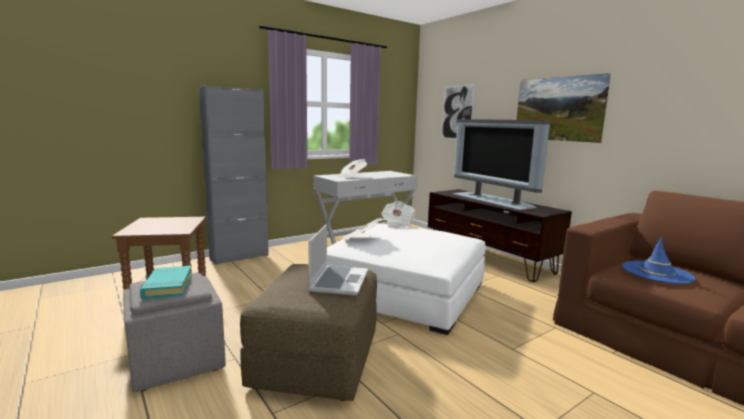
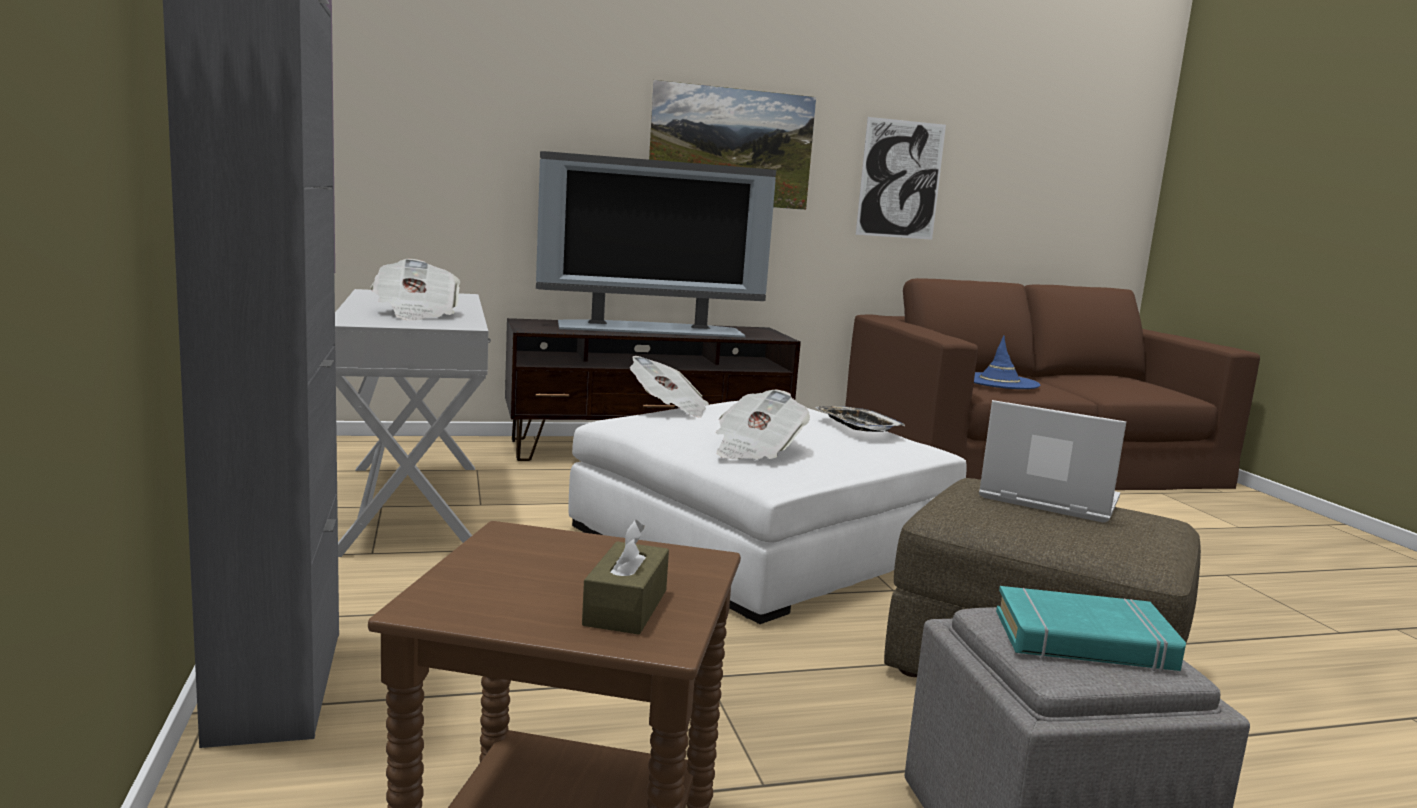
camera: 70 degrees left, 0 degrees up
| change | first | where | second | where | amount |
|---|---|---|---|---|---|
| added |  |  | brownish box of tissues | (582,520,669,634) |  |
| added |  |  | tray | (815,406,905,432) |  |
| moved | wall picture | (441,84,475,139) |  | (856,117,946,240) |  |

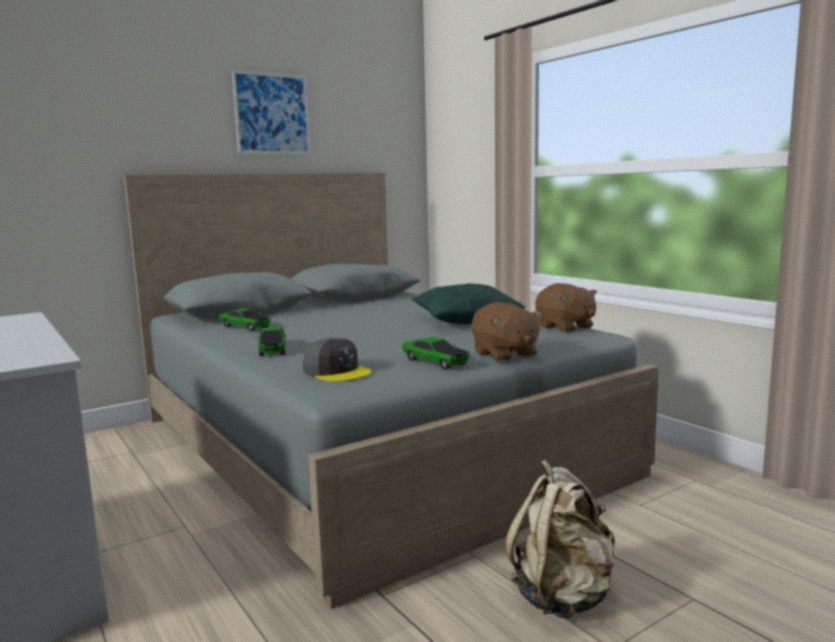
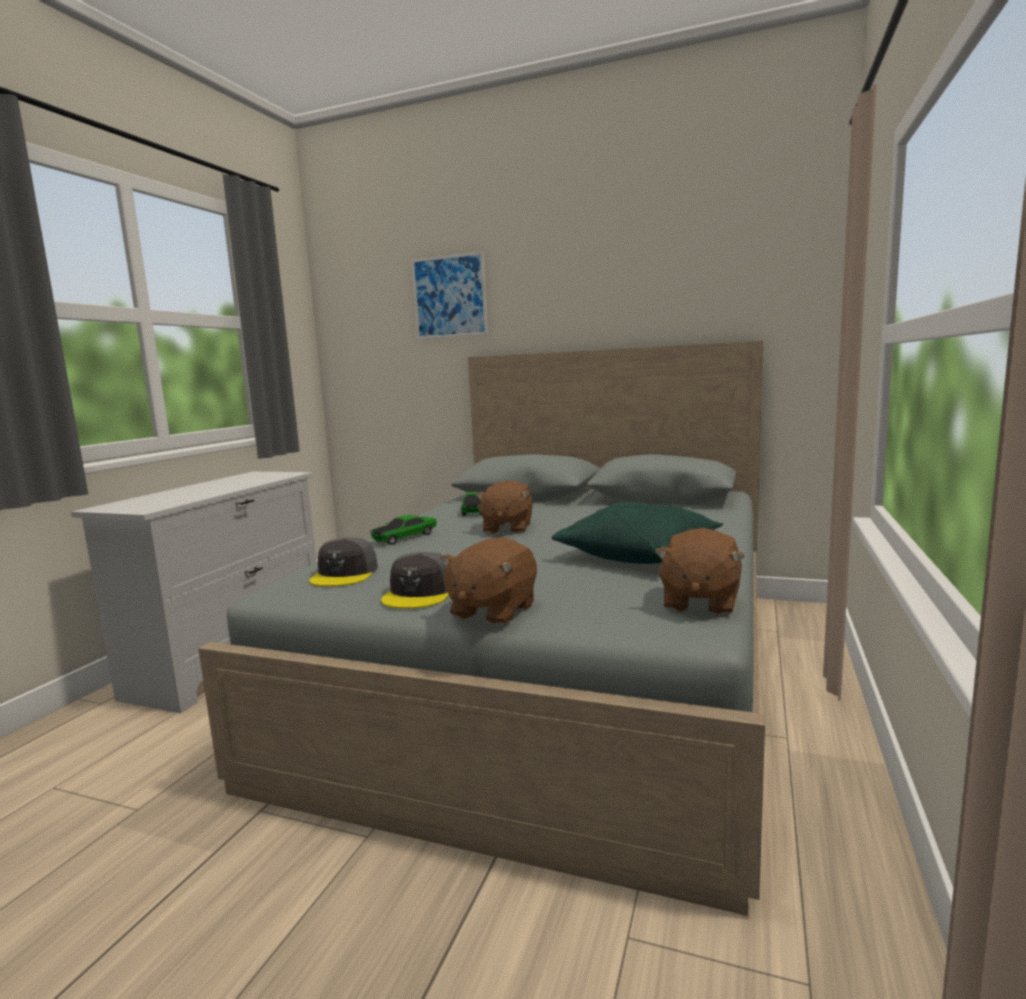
camera: 55 degrees right, 0 degrees up
| change | first | where | second | where | amount |
|---|---|---|---|---|---|
| replaced | toy car | (402,337,470,370) | grey peaked cap | (381,552,449,609) |  |
| moved | wall picture | (232,70,311,154) |  | (411,251,488,339) |  |
| added |  |  | brownish cuddly toy | (475,480,533,533) |  |
| removed | beige-coloured knapsack | (505,460,615,619) |  |  |  |

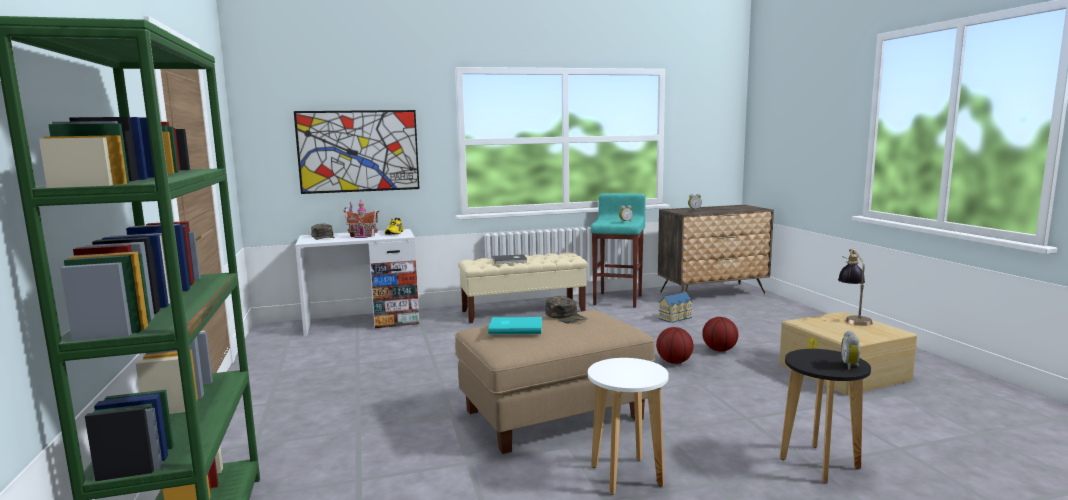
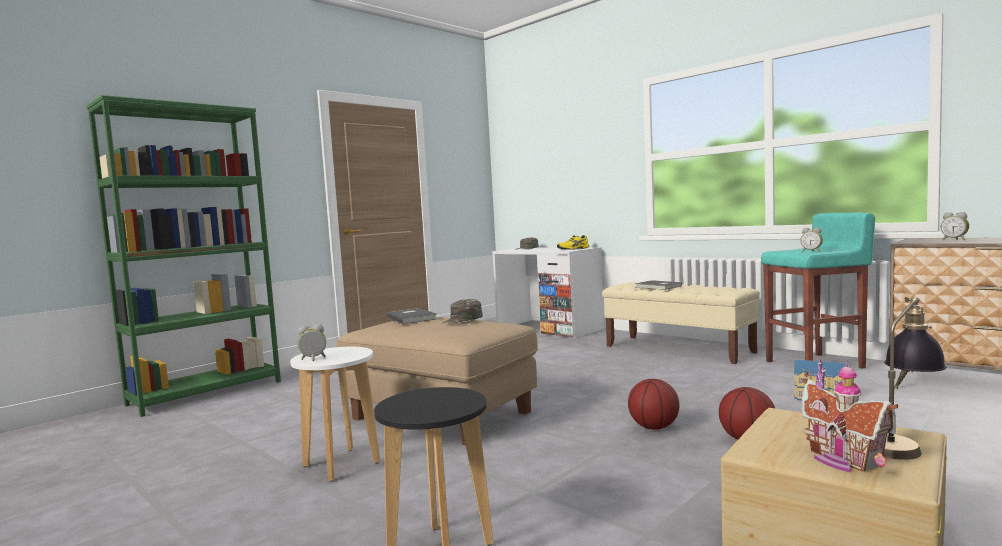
camera: 60 degrees right, 5 degrees down
| change | first | where | second | where | amount |
|---|---|---|---|---|---|
| moved | alarm clock | (841,331,860,370) |  | (298,324,326,361) |  |
| recoloured | turquoise bound book | (488,317,542,334) | grey bound book | (387,308,437,324) |  |
| moved | model house | (343,200,379,238) |  | (802,360,898,473) |  |
| removed | wall picture | (294,110,420,194) |  |  |  |

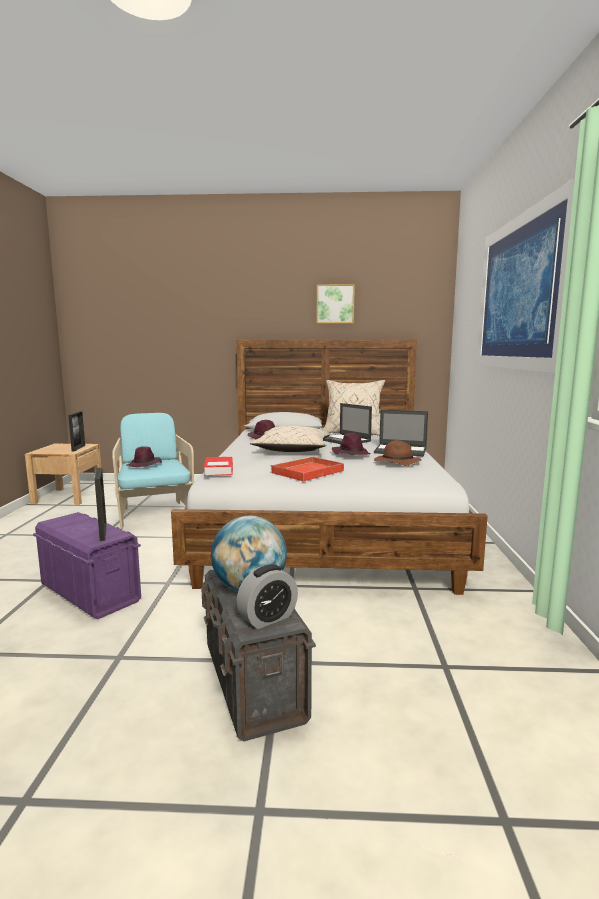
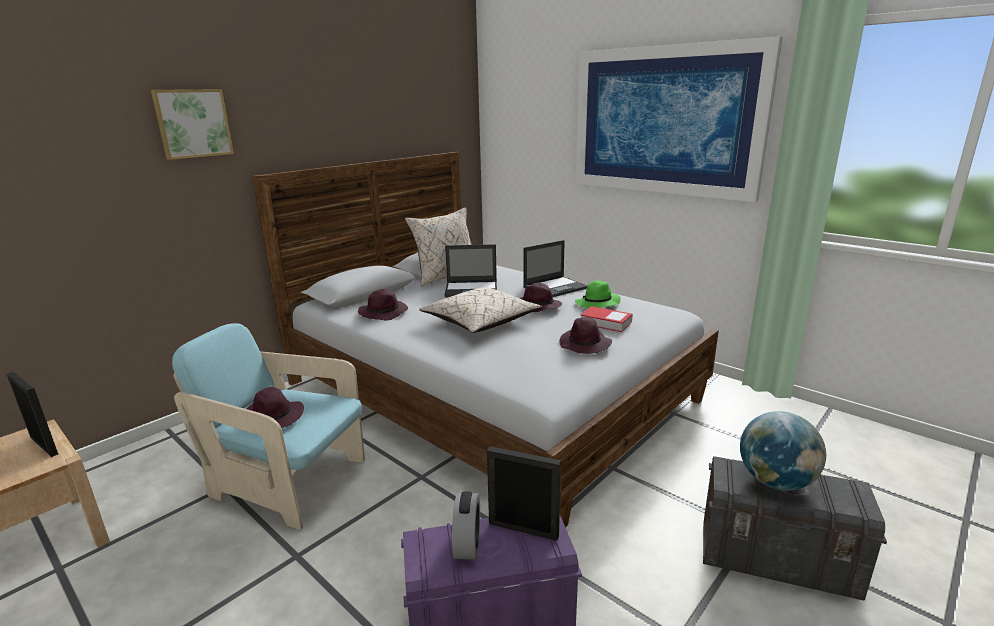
camera: 50 degrees left, 10 degrees up
| change | first | where | second | where | amount |
|---|---|---|---|---|---|
| moved | wall picture | (316,284,355,324) |  | (151,89,234,160) |  |
| moved | alarm clock | (237,564,298,629) |  | (452,491,480,560) |  |
| replaced | red tray | (270,456,344,482) | purplish clothing hat | (559,317,612,354) |  |
| recoloured | brownish clothing hat | (374,440,422,466) | green clothing hat | (575,280,621,308) |  |
| moved | bound book | (204,457,233,476) |  | (581,306,633,332) |  |

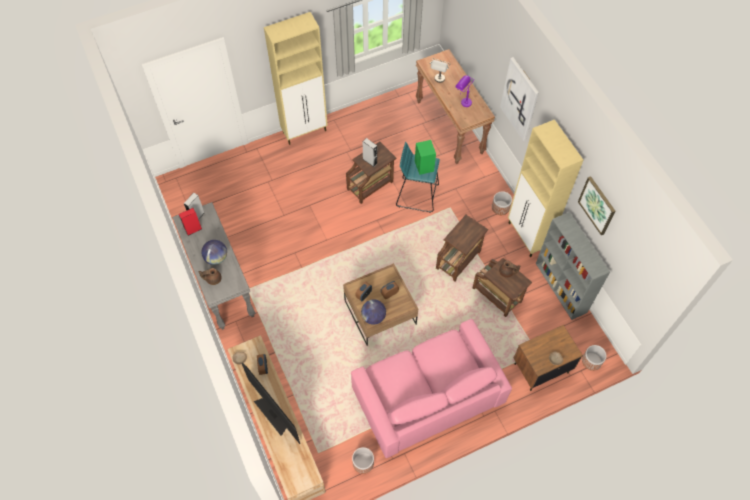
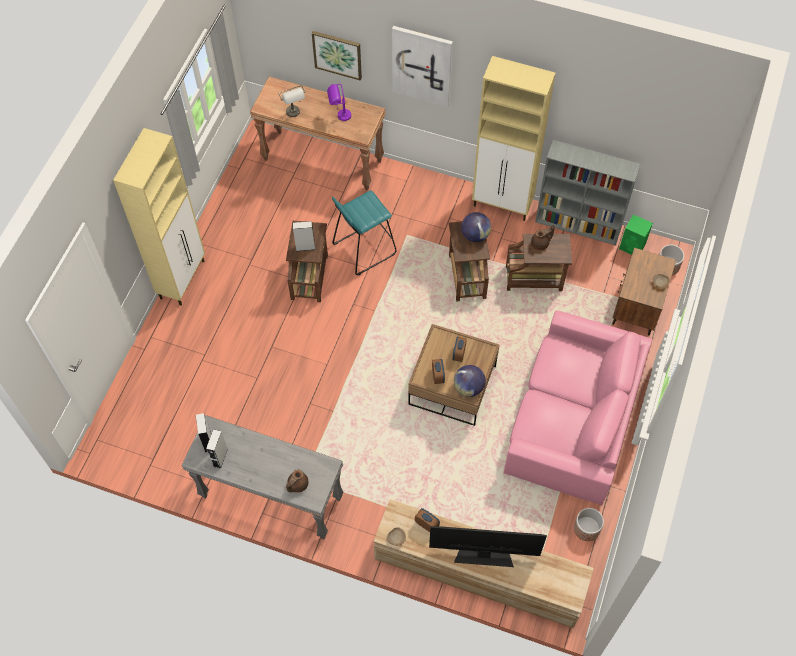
camera: 45 degrees left, 0 degrees up
| change | first | where | second | where | amount |
|---|---|---|---|---|---|
| recoloured | red loudspeaker | (179,208,202,236) | grey loudspeaker | (206,429,228,469) |  |
| moved | wall picture | (578,176,615,235) |  | (312,31,362,80) |  |
| moved | world globe | (201,240,227,265) |  | (461,212,491,242) |  |
| moved | green loudspeaker | (415,140,436,175) |  | (619,214,653,255) |  |
| removed | plant pot | (492,191,512,215) |  |  |  |

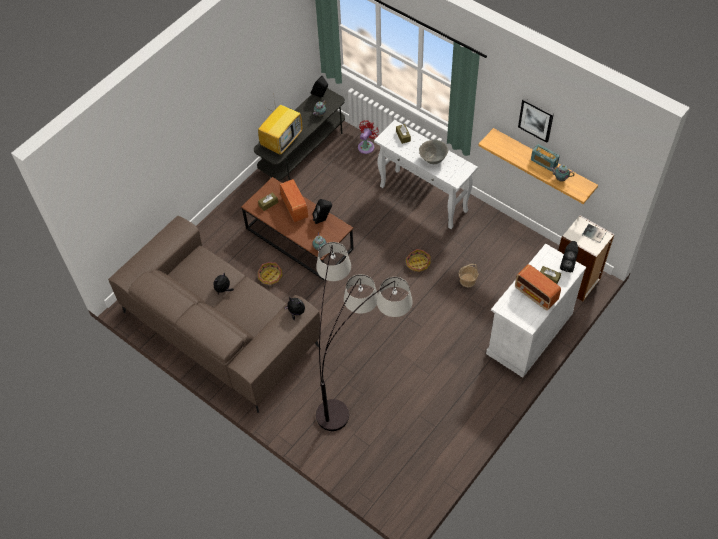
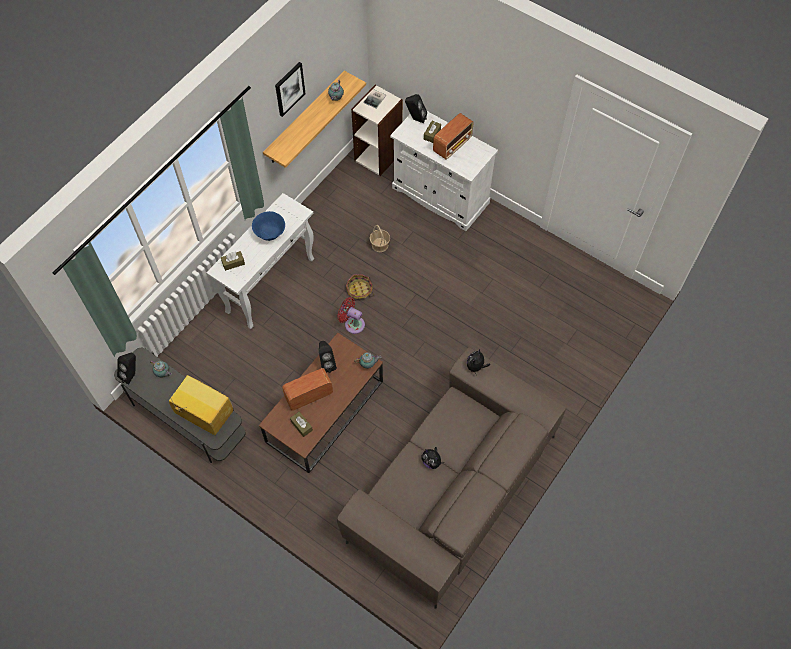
camera: 95 degrees left, 5 degrees up
| change | first | where | second | where | amount |
|---|---|---|---|---|---|
| recoloured | grey serving bowl | (419,140,448,164) | blue-coloured serving bowl | (252,211,285,241) |  |
| moved | red electric fan | (358,121,379,154) |  | (337,297,365,334) |  |
| removed | household basket | (258,262,283,288) |  |  |  |
| removed | standing lamp | (316,242,413,431) |  |  |  |
| removed | radio set | (531,144,560,172) |  |  |  |

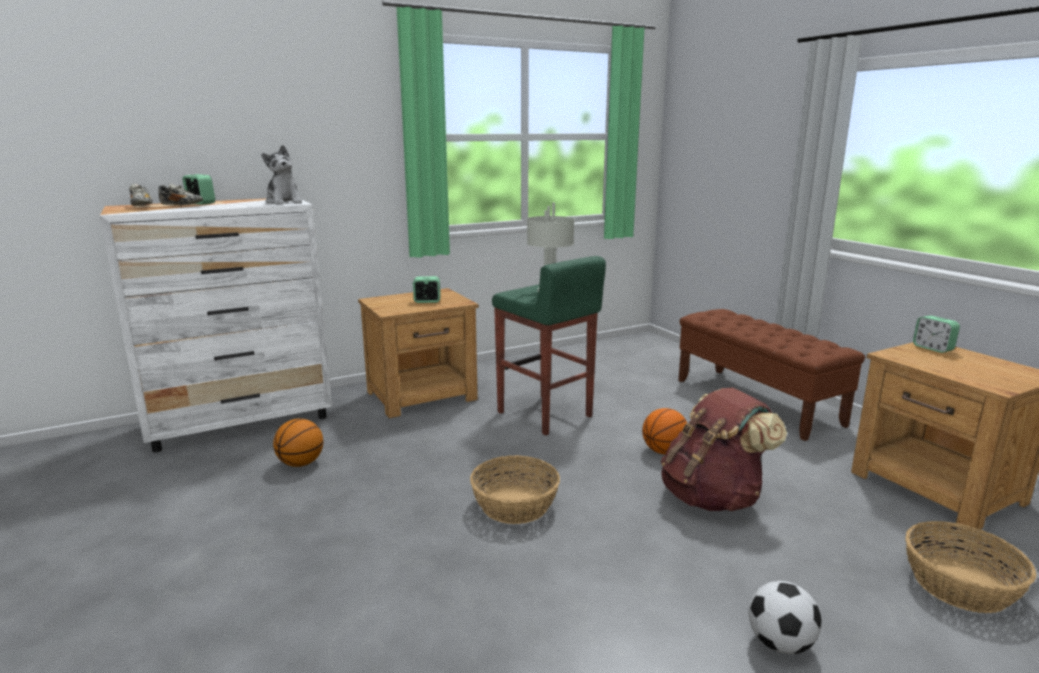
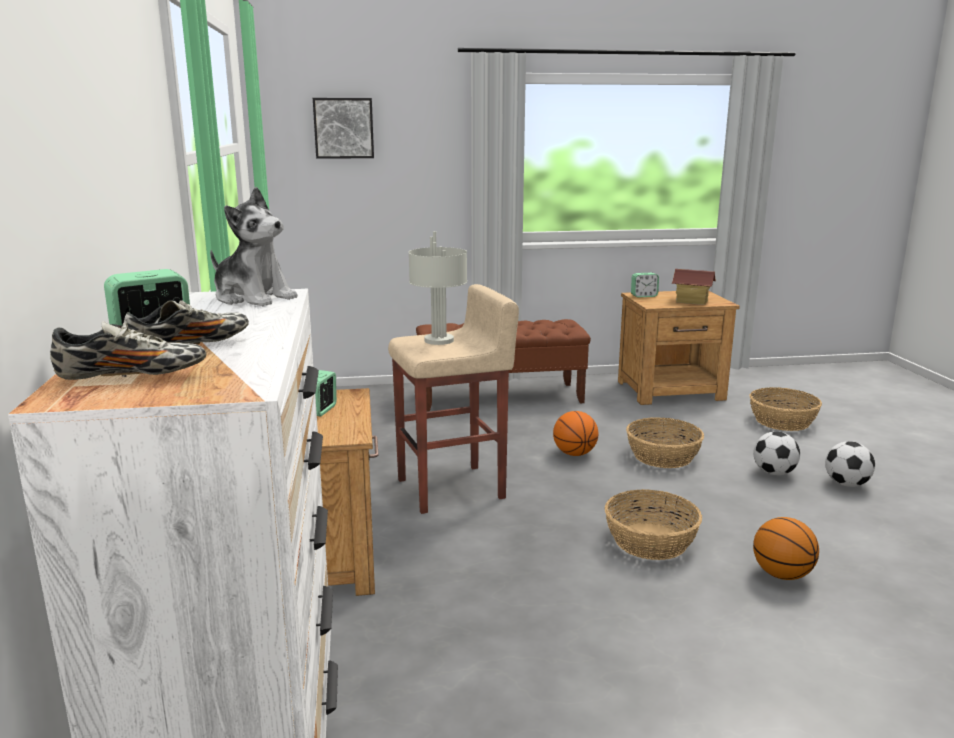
camera: 70 degrees left, 0 degrees up
| change | first | where | second | where | amount |
|---|---|---|---|---|---|
| turned | cuddly toy | (261,145,302,205) |  | (210,187,298,306) | 45 degrees clockwise |
| added |  |  | wall picture | (313,98,374,159) |  |
| recoloured | green stool | (492,256,606,435) | beige-coloured stool | (388,284,519,514) |  |
| replaced | brownish knapsack | (661,387,787,511) | household basket | (626,417,704,468) |  |
| added |  |  | model house | (672,269,716,305) |  |
| added |  |  | football | (753,431,800,475) |  |
| moved | basketball ball | (273,419,324,467) |  | (753,517,819,580) |  |

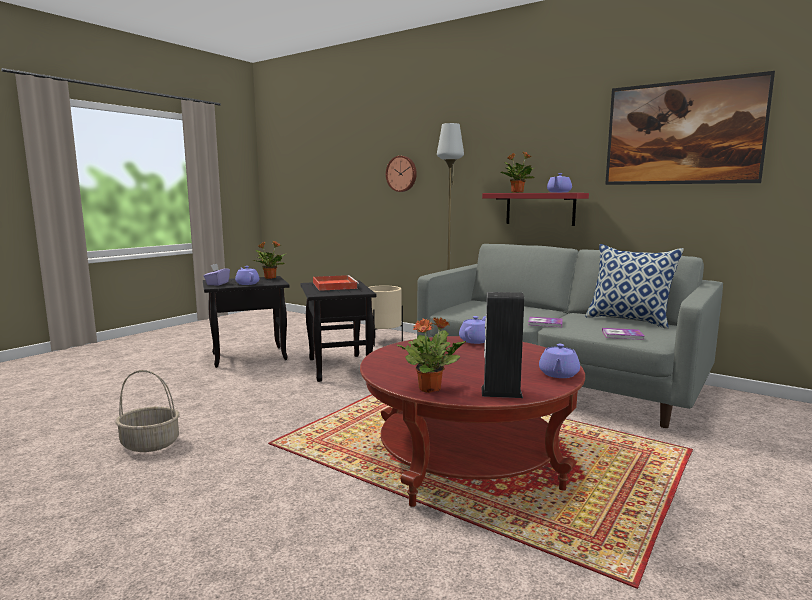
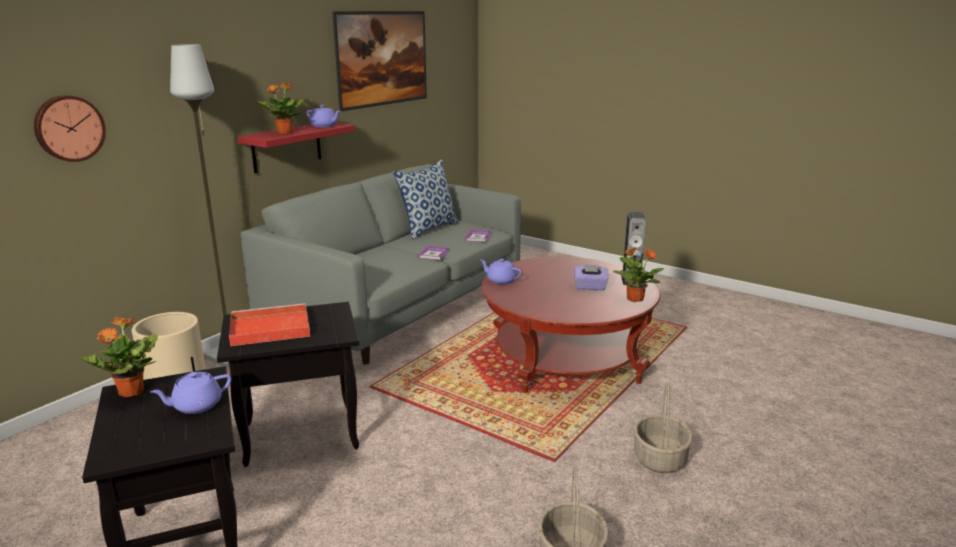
camera: 90 degrees left, 10 degrees up
| change | first | where | second | where | amount |
|---|---|---|---|---|---|
| moved | purplish box of tissues | (204,264,230,285) |  | (575,264,608,291) |  |
| added |  |  | household basket | (634,382,693,473) |  |
| removed | purplish pot for tea | (539,344,580,378) |  |  |  |

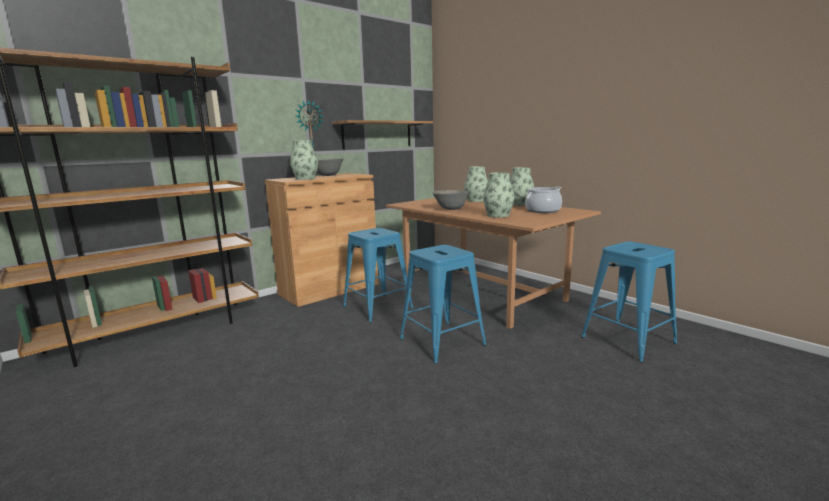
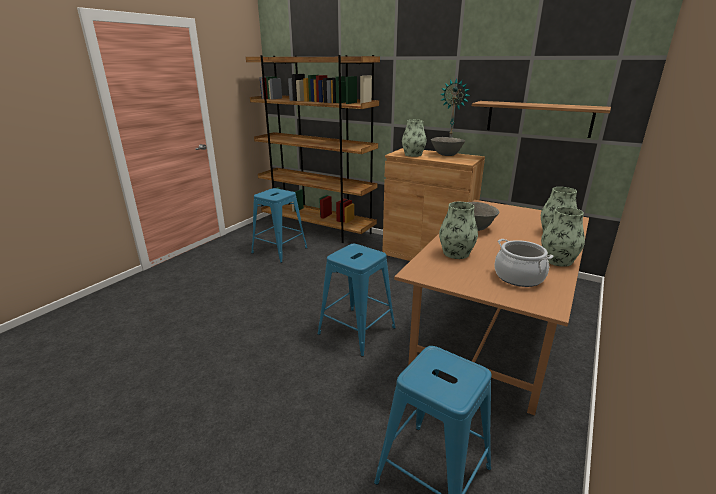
camera: 70 degrees right, 10 degrees up
| change | first | where | second | where | amount |
|---|---|---|---|---|---|
| moved | blue-coloured stool | (343,228,413,322) |  | (251,188,307,263) |  |

